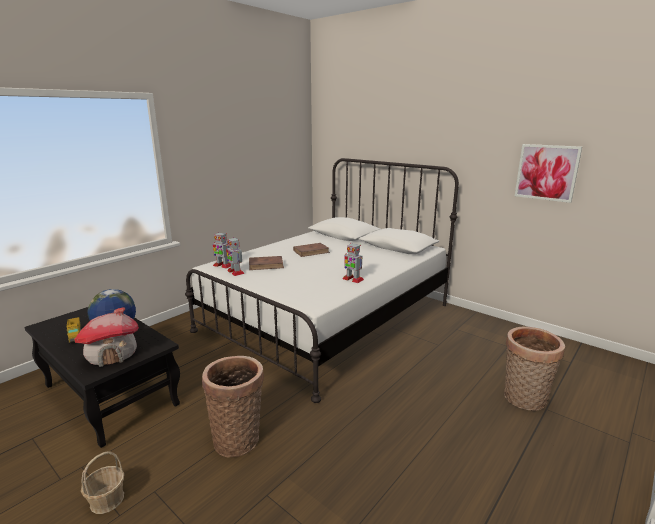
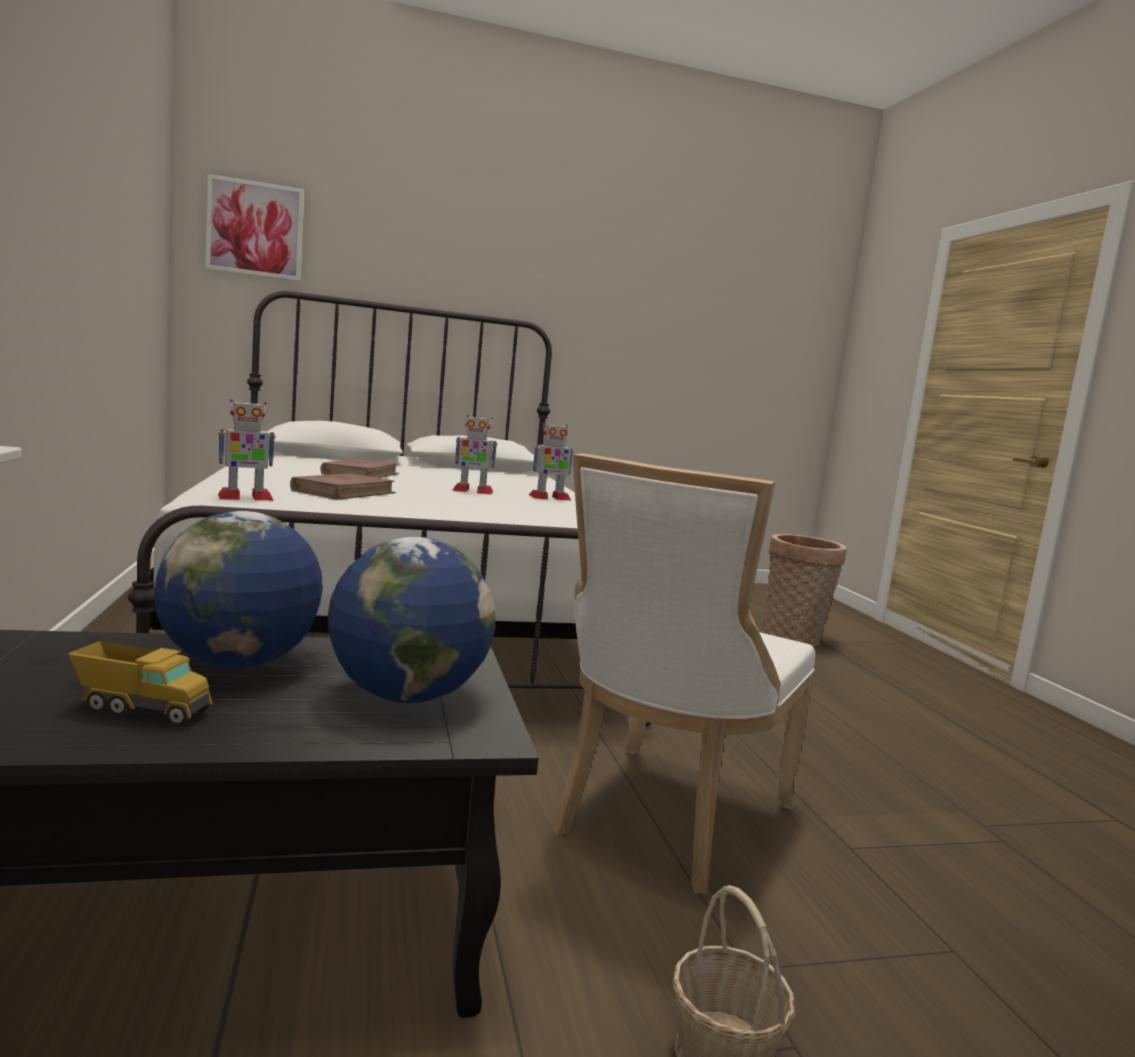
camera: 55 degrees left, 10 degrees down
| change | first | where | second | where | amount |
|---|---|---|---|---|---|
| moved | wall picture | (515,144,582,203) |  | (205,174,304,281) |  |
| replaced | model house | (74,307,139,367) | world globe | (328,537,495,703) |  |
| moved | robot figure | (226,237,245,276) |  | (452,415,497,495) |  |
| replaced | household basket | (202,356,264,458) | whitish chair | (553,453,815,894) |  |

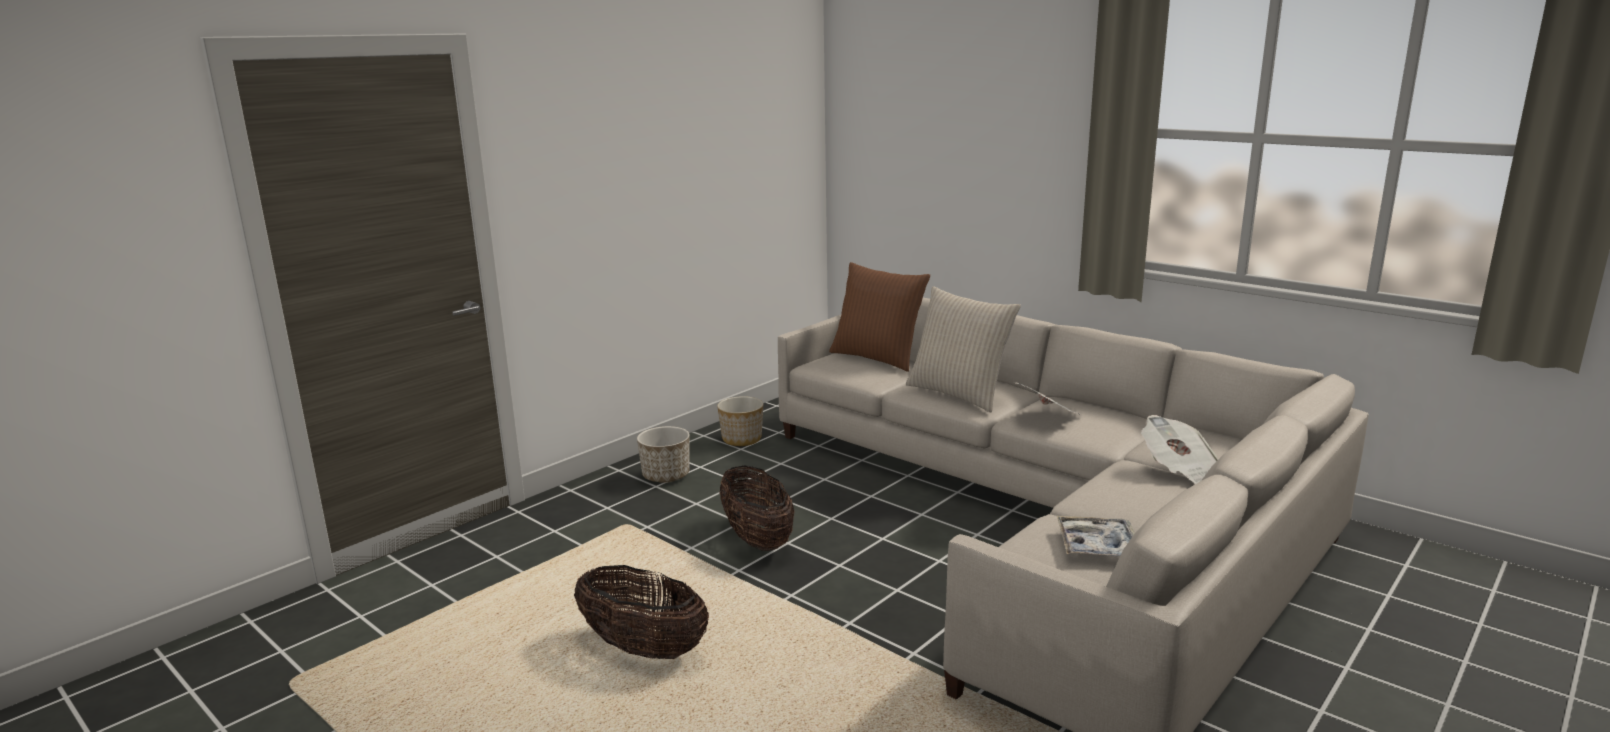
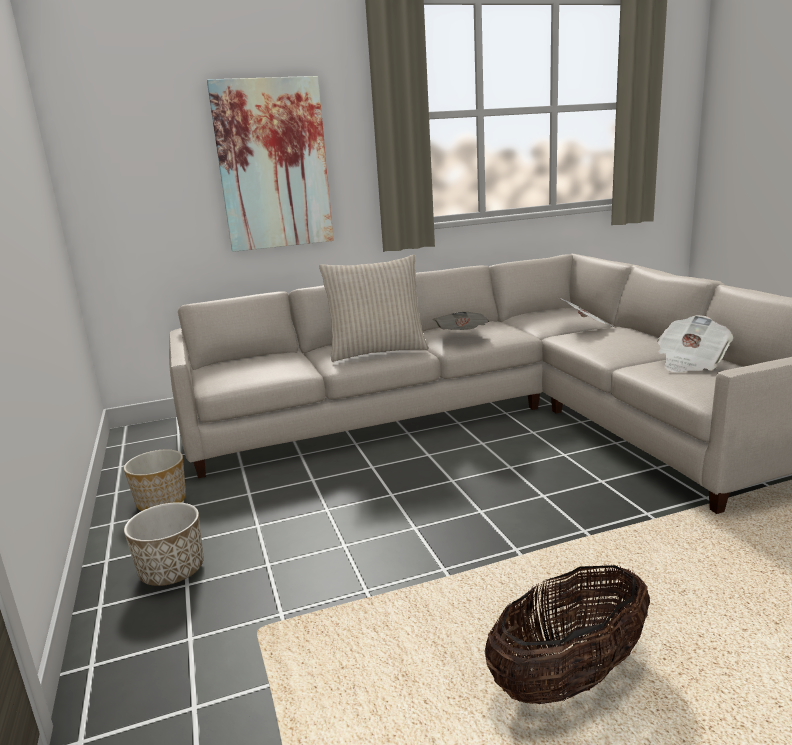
camera: 60 degrees left, 0 degrees up
| change | first | where | second | where | amount |
|---|---|---|---|---|---|
| added |  |  | wall picture | (207,76,334,252) |  |
| replaced | tray | (1057,516,1135,556) | newspaper | (657,315,733,372) |  |
| removed | household basket | (719,465,794,551) |  |  |  |
| removed | brownish throw pillow | (829,262,930,372) |  |  |  |

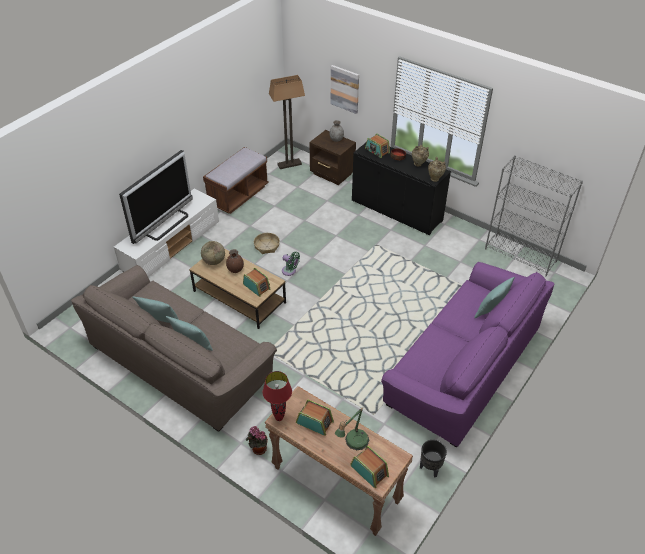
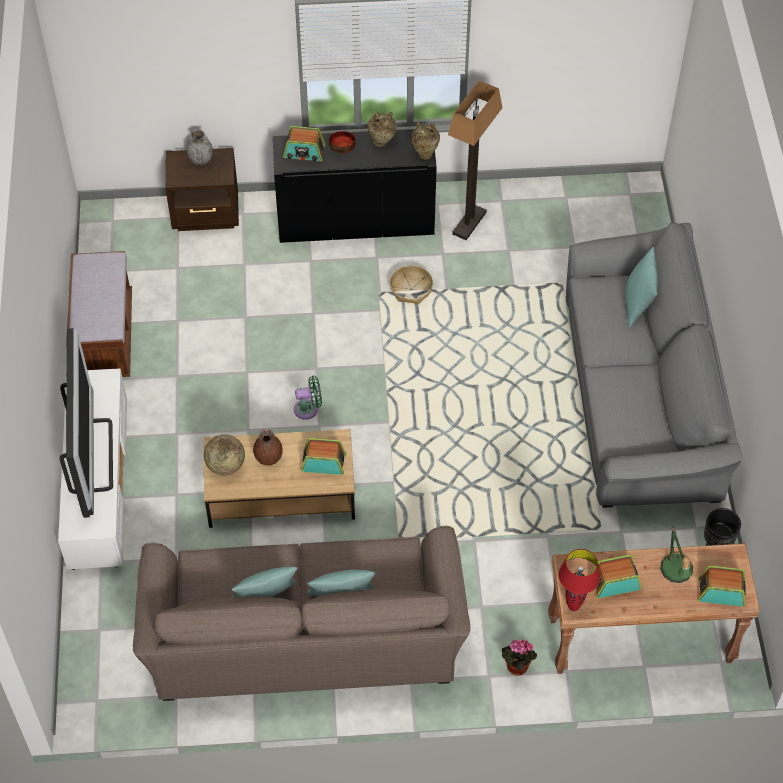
camera: 40 degrees left, 10 degrees up
| change | first | where | second | where | amount |
|---|---|---|---|---|---|
| moved | household basket | (254,233,280,254) |  | (390,265,433,304) |  |
| moved | standing lamp | (269,75,305,169) |  | (448,80,502,240) |  |
| recoloured | purplish sofa | (381,262,554,447) | grey sofa | (566,223,742,508) |  |
| removed | wall picture | (331,65,359,114) |  |  |  |
| removed | grey bookcase | (485,155,583,276) |  |  |  |

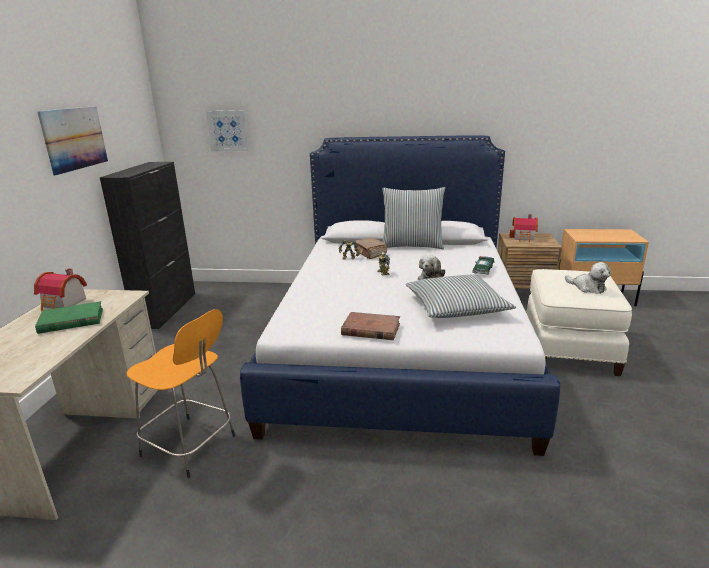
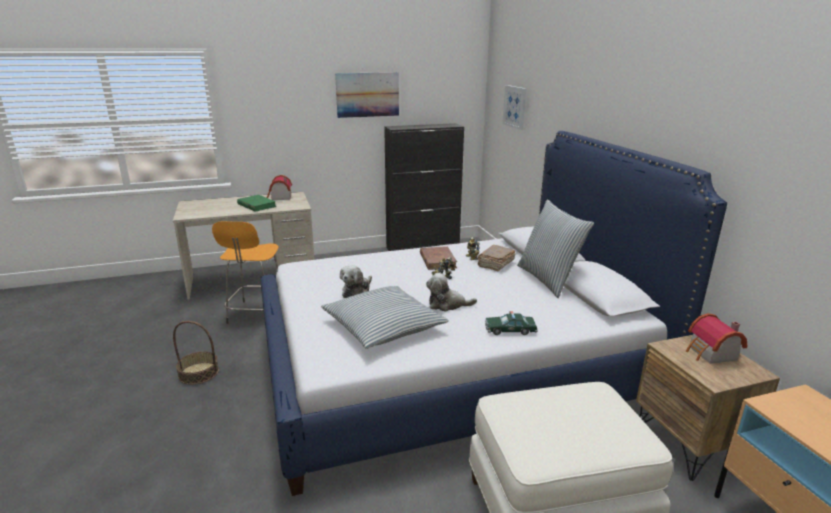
camera: 65 degrees right, 0 degrees up
| change | first | where | second | where | amount |
|---|---|---|---|---|---|
| added |  |  | household basket | (173,321,219,385) |  |
| moved | cuddly toy | (565,262,610,294) |  | (340,265,372,298) |  |
| moved | brownish bound book | (341,312,400,340) |  | (420,247,457,270) |  |

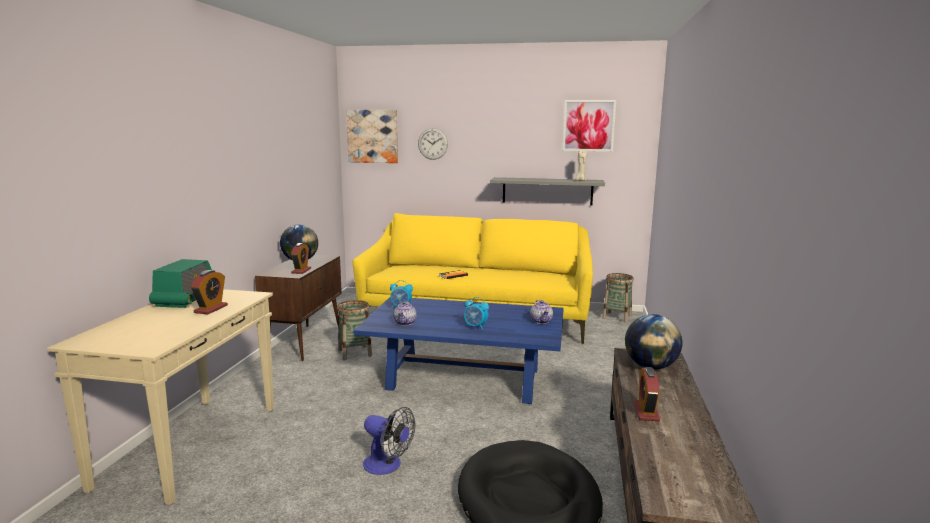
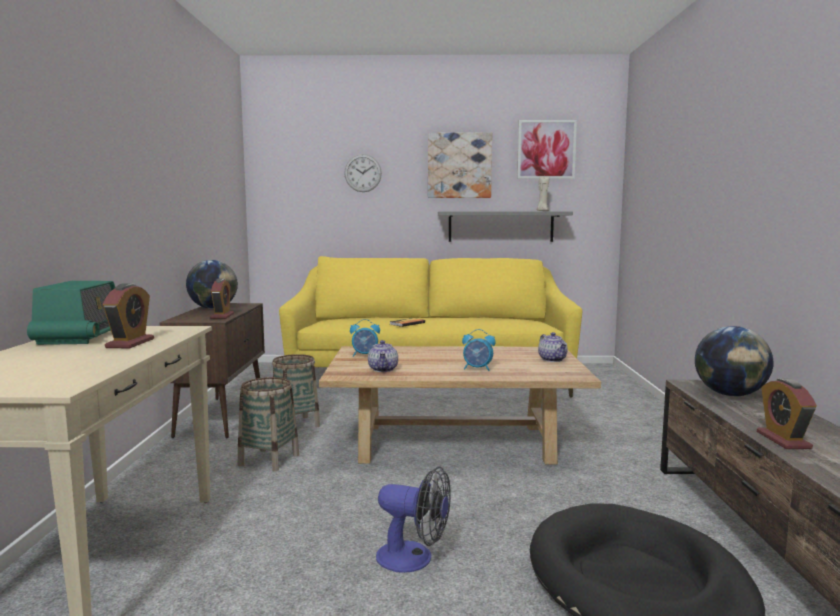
camera: 10 degrees left, 5 degrees down
| change | first | where | second | where | amount |
|---|---|---|---|---|---|
| moved | household basket | (602,273,634,323) |  | (238,377,299,471) |  |
| recoloured | blue-coloured low table | (354,296,564,404) | beige-coloured low table | (319,346,601,465) |  |
| moved | wall picture | (346,110,398,163) |  | (428,133,492,198) |  |

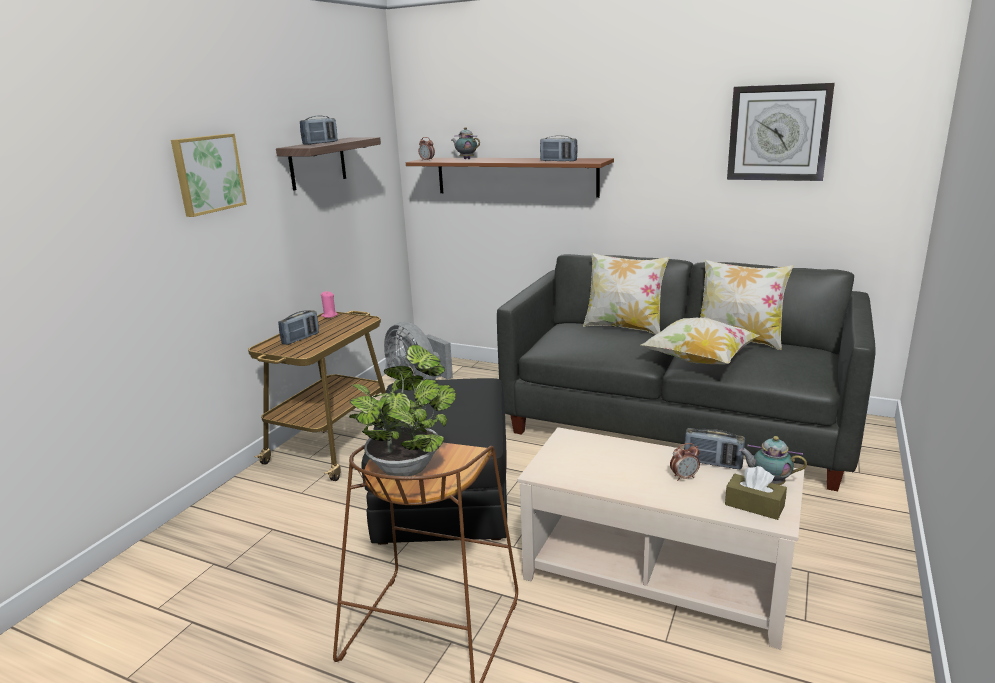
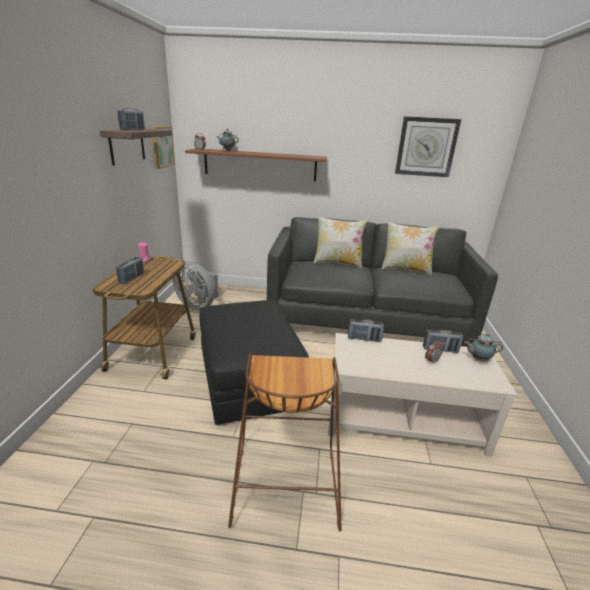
camera: 20 degrees left, 5 degrees up
| change | first | where | second | where | amount |
|---|---|---|---|---|---|
| moved | wall picture | (171,134,247,217) |  | (151,126,175,169) |  |
| moved | radio set | (540,135,577,162) |  | (348,319,384,342) |  |
| removed | plant in a pot | (349,345,456,476) |  |  |  |
| removed | throw pillow | (641,318,760,365) |  |  |  |
| removed | brownish box of tissues | (725,466,787,520) |  |  |  |

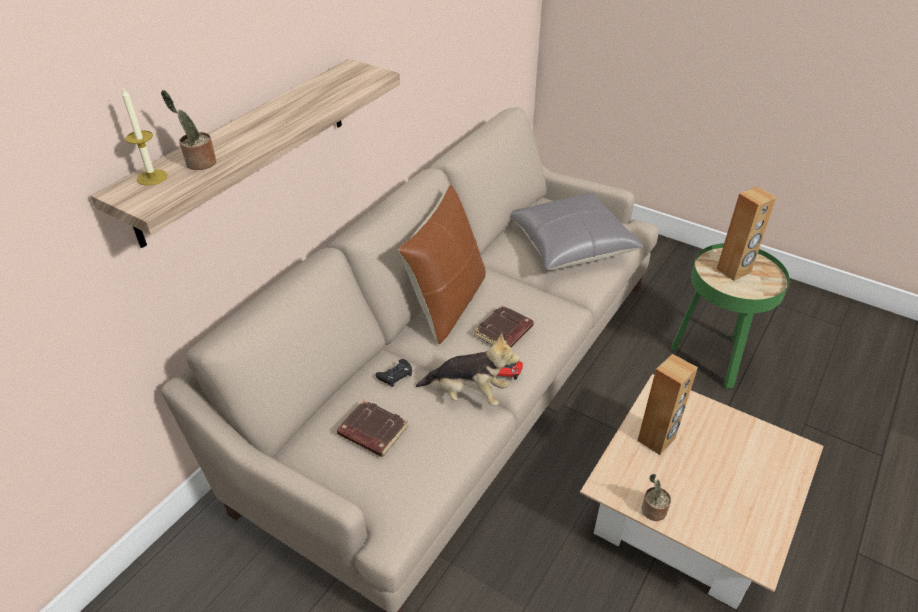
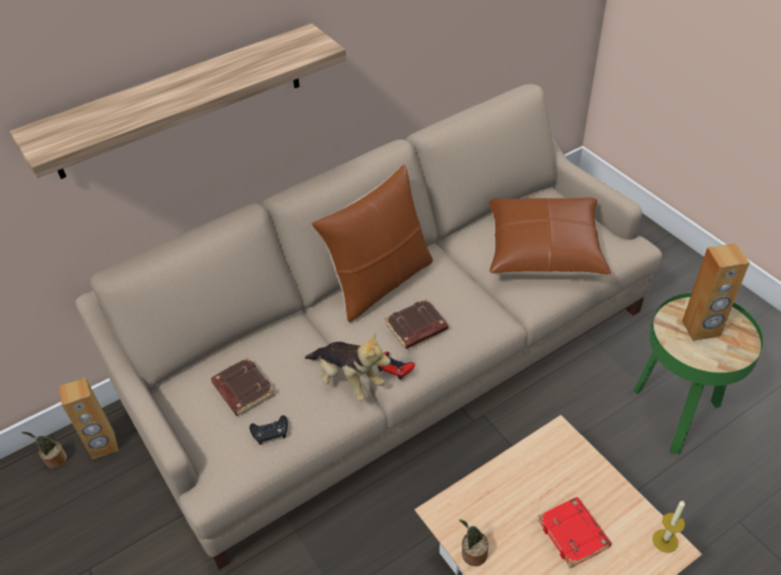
camera: 25 degrees right, 5 degrees up
| change | first | where | second | where | amount |
|---|---|---|---|---|---|
| moved | plant in a pot | (161,90,216,170) |  | (21,432,67,469) |  |
| moved | brownish loudspeaker | (638,354,698,455) |  | (59,377,119,460) |  |
| moved | black-coloured joypad | (376,359,412,387) |  | (249,415,288,445) |  |
| recoloured | grey throw pillow | (510,193,643,270) | brownish throw pillow | (488,197,611,276) |  |
| added |  |  | red bound book | (538,497,612,568) |  |
| moved | wax light | (122,88,168,185) |  | (653,500,685,553) |  |

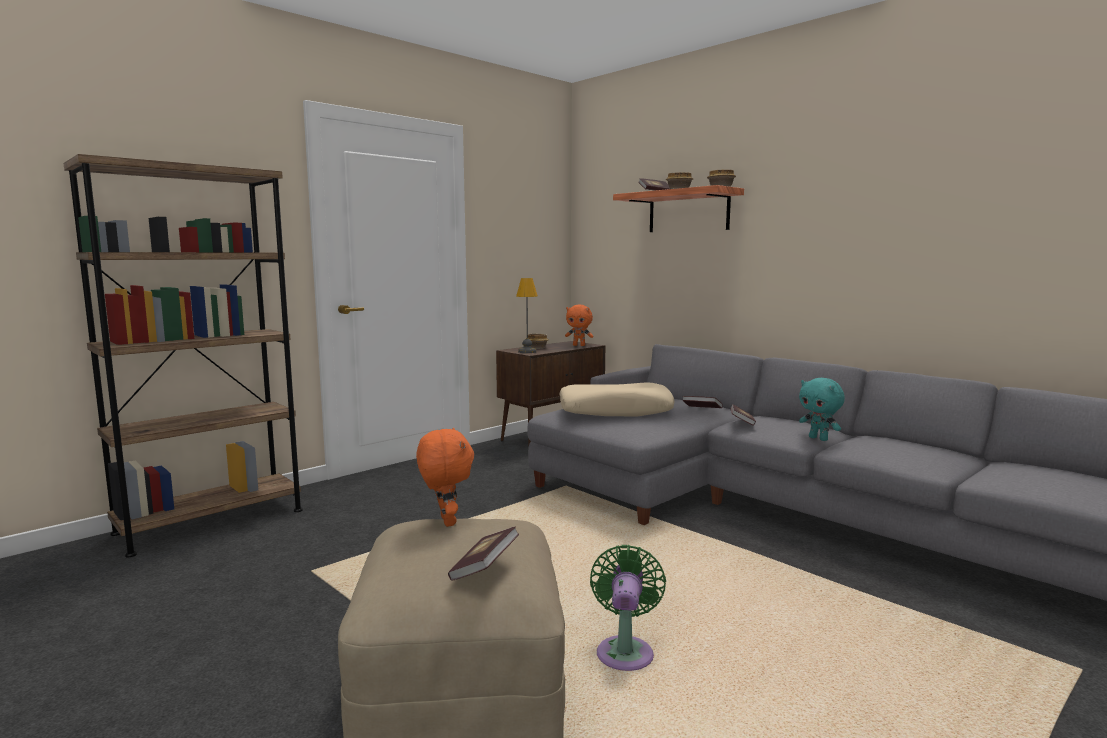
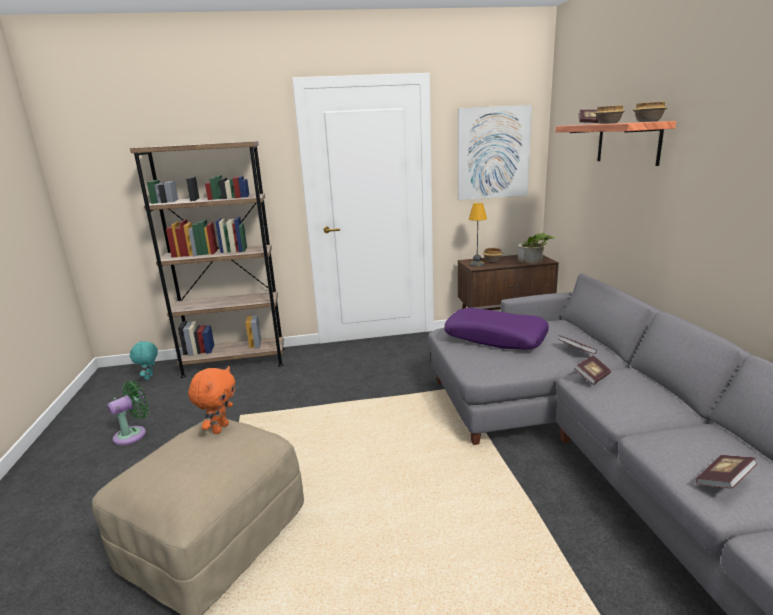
camera: 35 degrees right, 10 degrees up
| change | first | where | second | where | amount |
|---|---|---|---|---|---|
| moved | green electric fan | (590,545,666,671) |  | (107,381,149,445) |  |
| moved | turquoise cuddly toy | (799,378,845,441) |  | (130,341,158,380) |  |
| recoloured | beige-coloured throw pillow | (559,382,674,416) | purplish throw pillow | (444,308,549,350) |  |
| added |  |  | wall picture | (458,105,532,200) |  |
| replaced | orange cuddly toy | (565,305,593,346) | plant in a pot | (518,233,555,264) |  |
| moved | bound book | (448,526,519,581) |  | (696,455,757,488) |  |

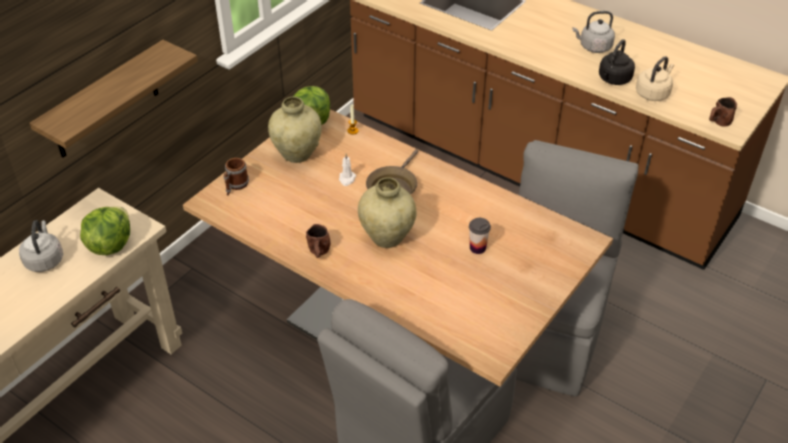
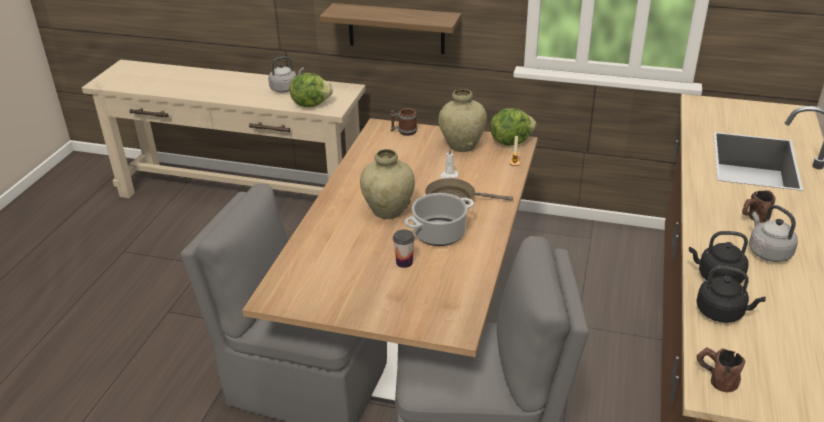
camera: 70 degrees right, 10 degrees down
| change | first | where | second | where | amount |
|---|---|---|---|---|---|
| added |  |  | stockpot | (404,193,474,246) |  |
| recoloured | beige-coloured tea kettle | (636,56,674,101) | black-coloured tea kettle | (696,266,766,323) |  |
| moved | brownish tea mug | (306,224,331,258) |  | (742,190,775,223) |  |

